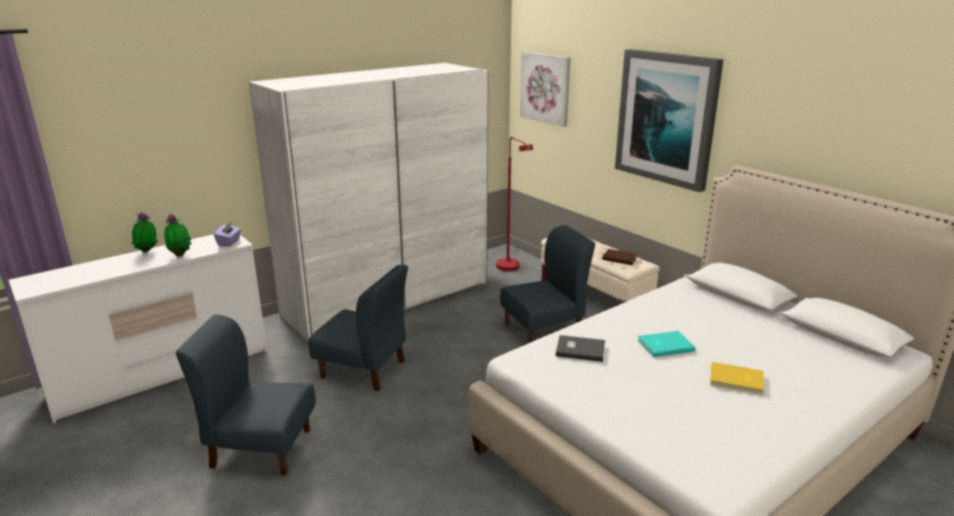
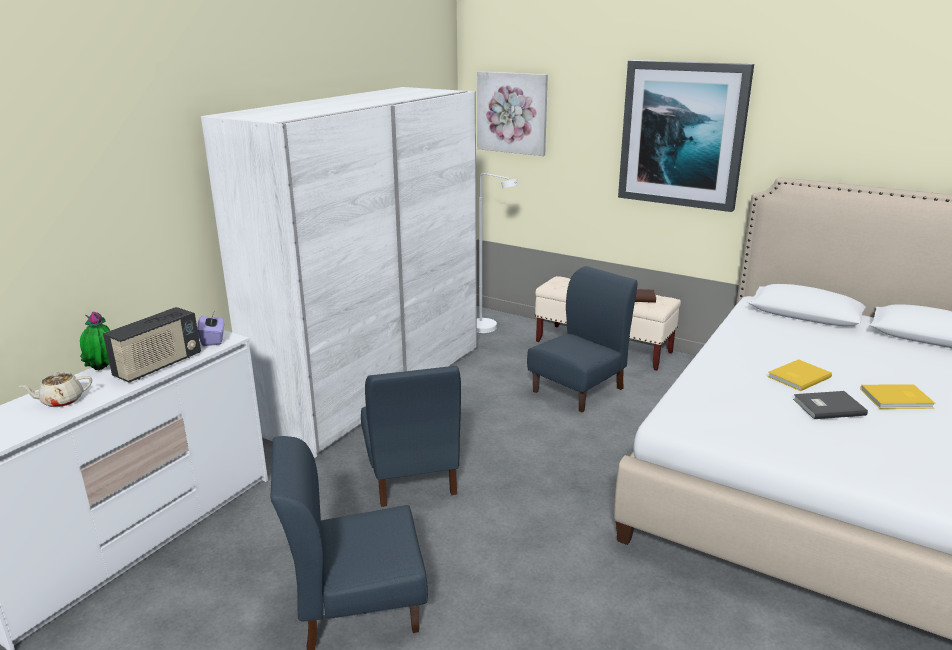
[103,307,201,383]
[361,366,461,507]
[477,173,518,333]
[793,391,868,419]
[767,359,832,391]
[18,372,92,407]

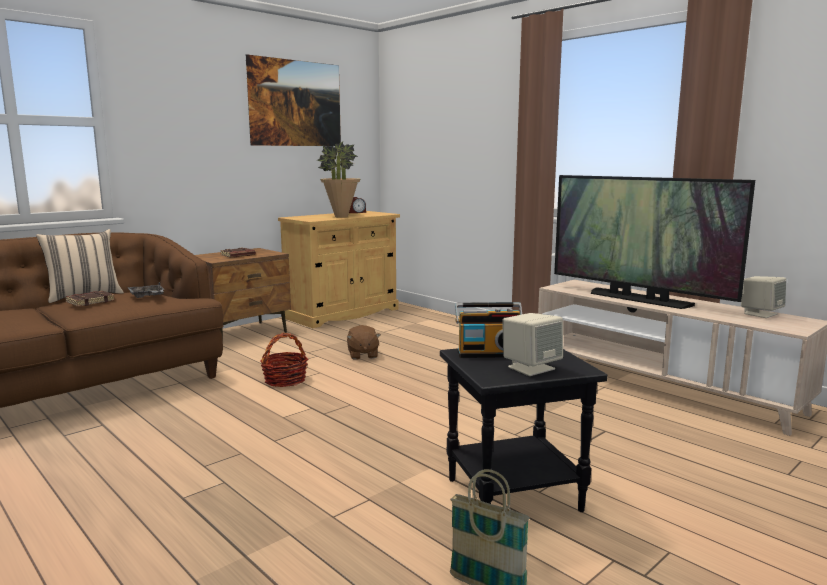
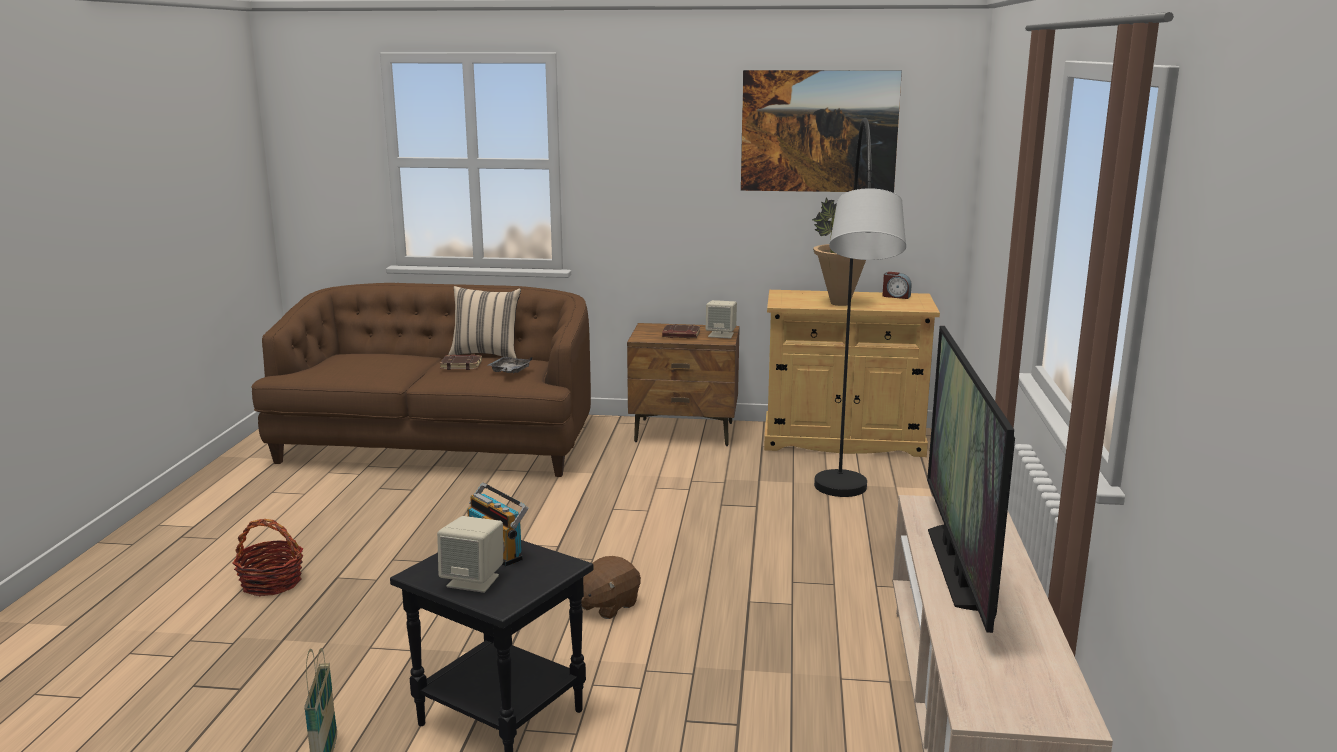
[233,519,303,596]
[581,556,641,619]
[705,300,737,338]
[814,118,906,497]

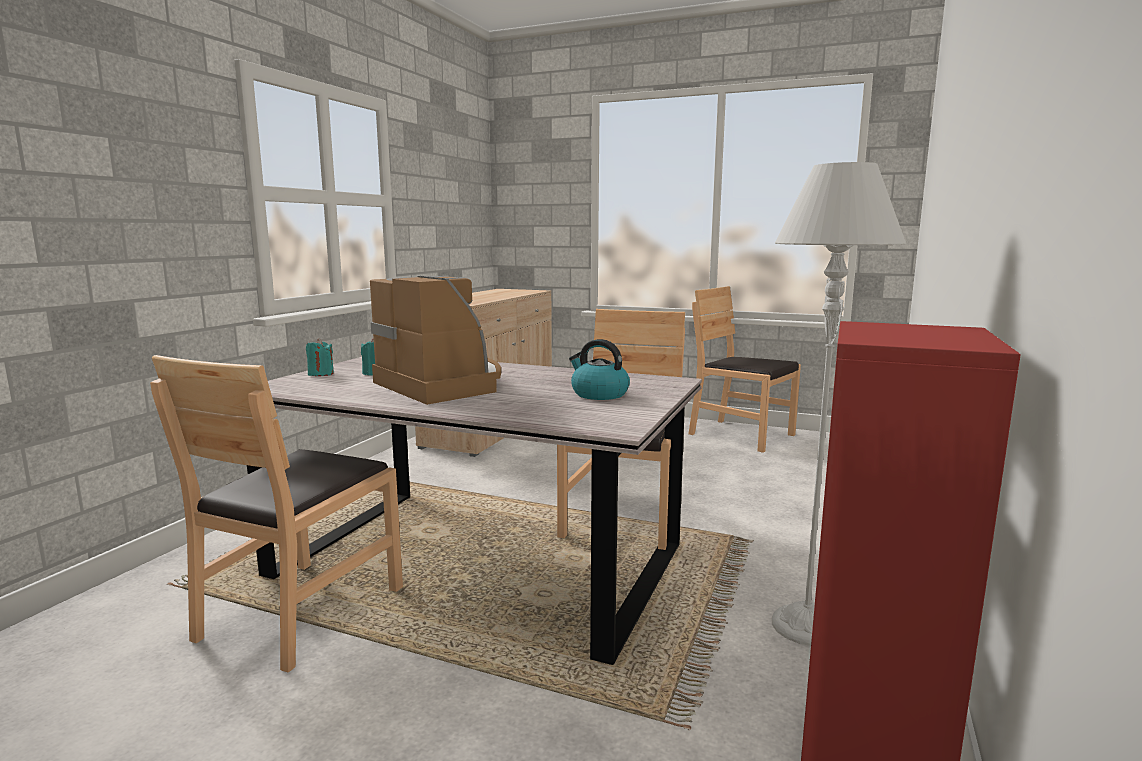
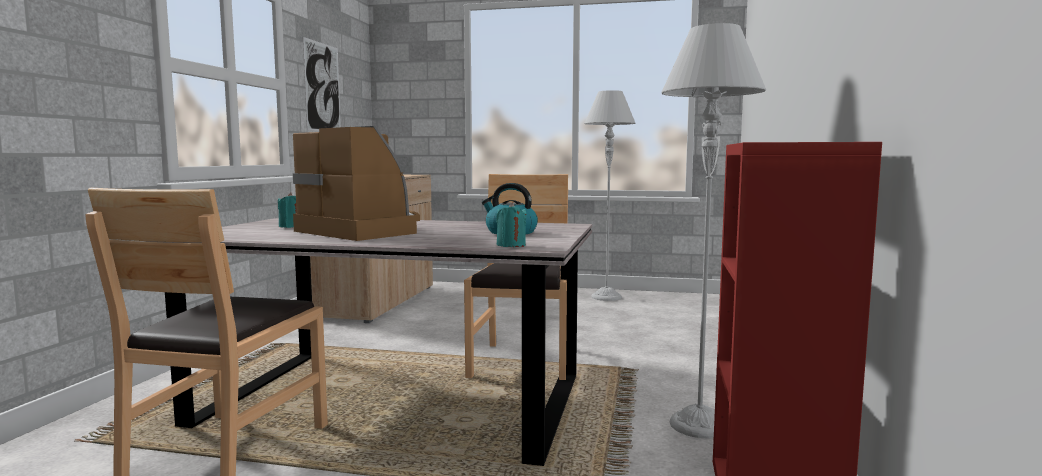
[496,203,527,247]
[584,90,635,301]
[303,37,341,131]

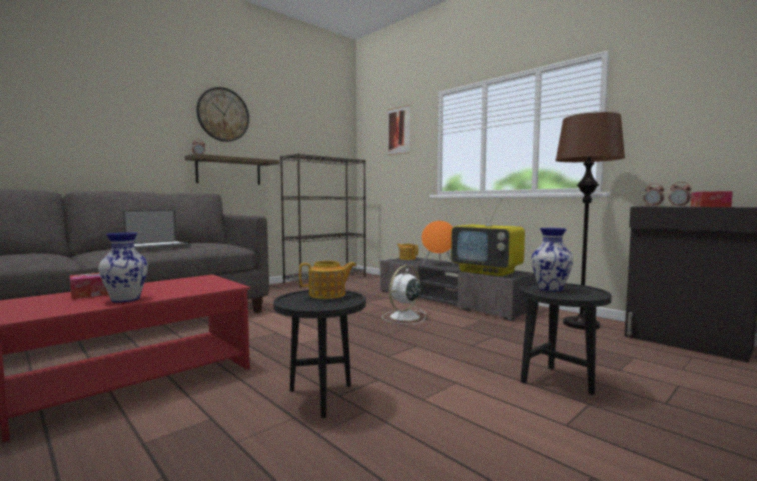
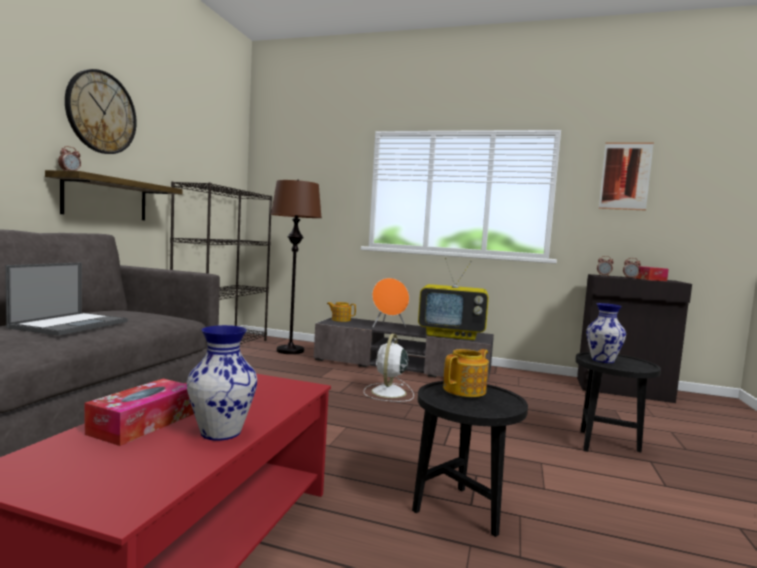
[599,143,654,210]
[271,180,322,354]

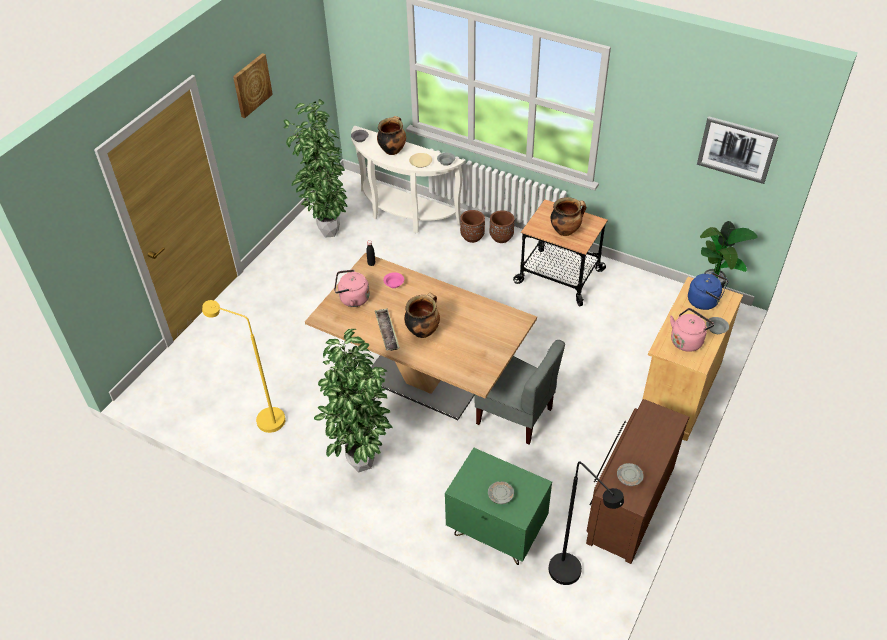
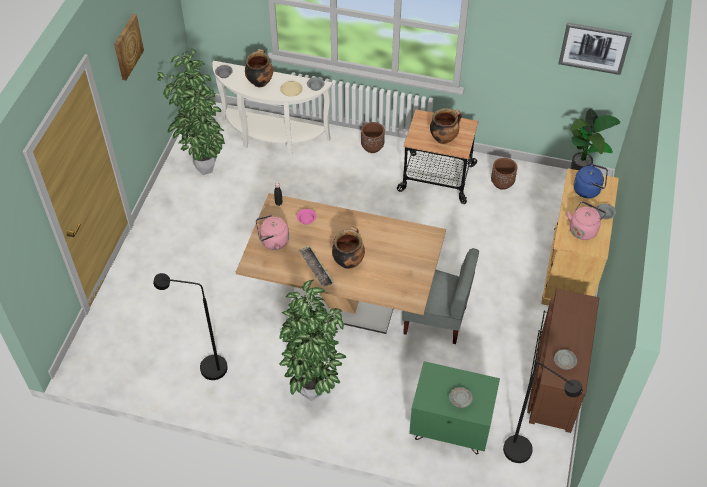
[153,273,228,380]
[491,158,517,190]

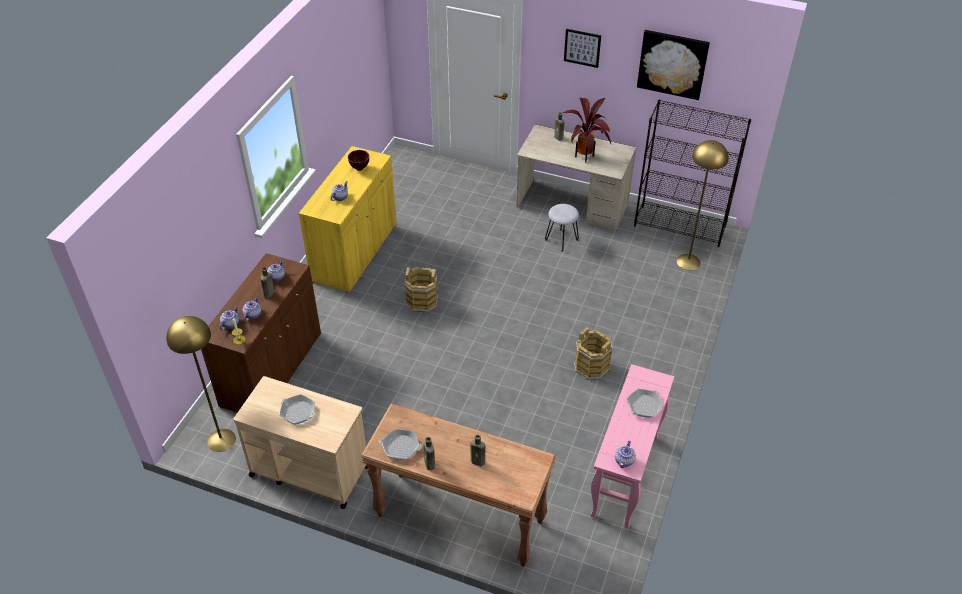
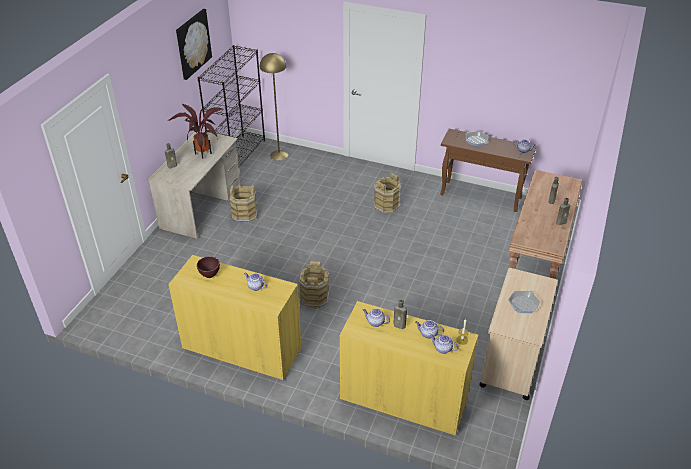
[166,316,236,452] (first image)
[339,301,478,436]
[379,429,422,460] (first image)
[230,185,258,222]
[564,29,601,68] (first image)
[440,129,536,212]

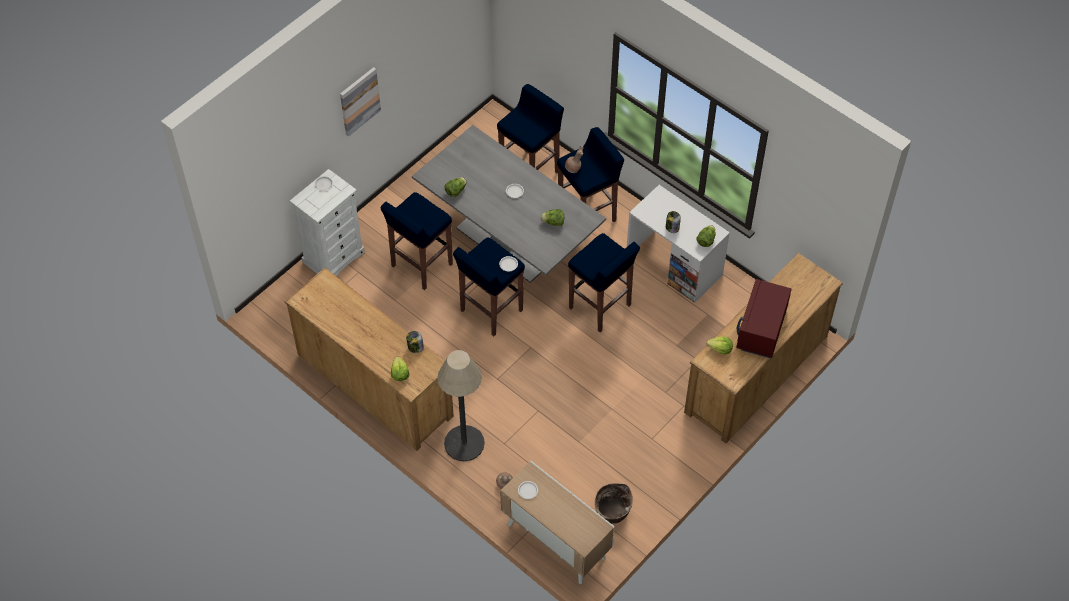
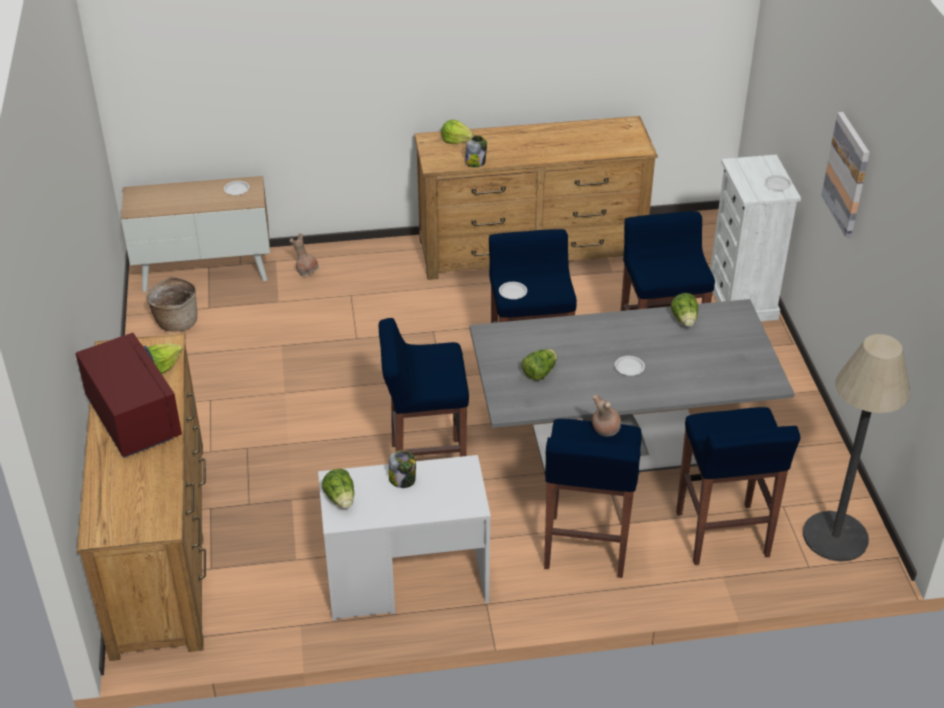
[803,334,910,562]

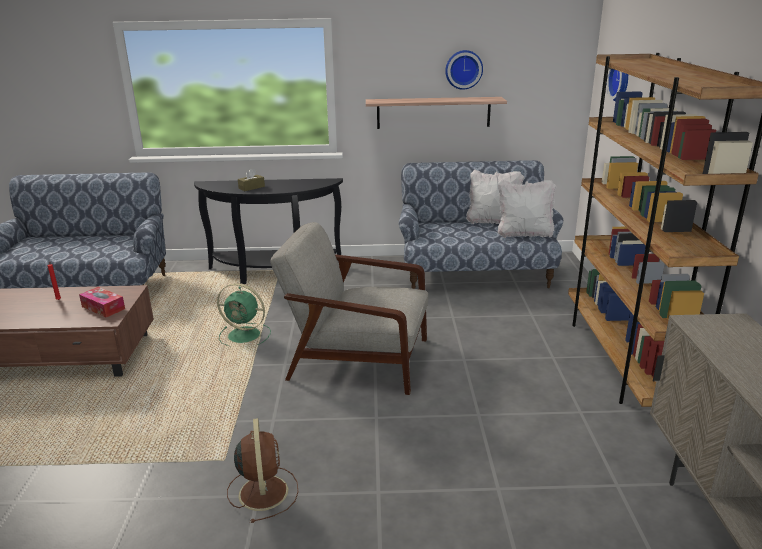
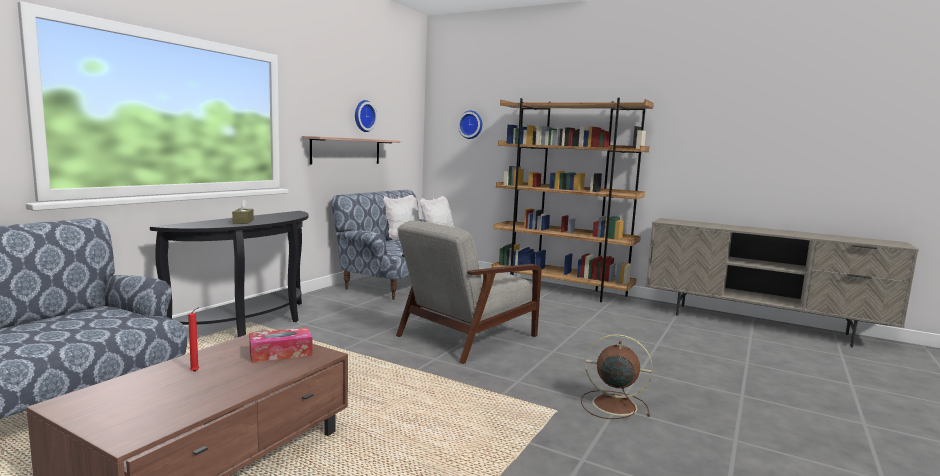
[217,283,271,346] (first image)

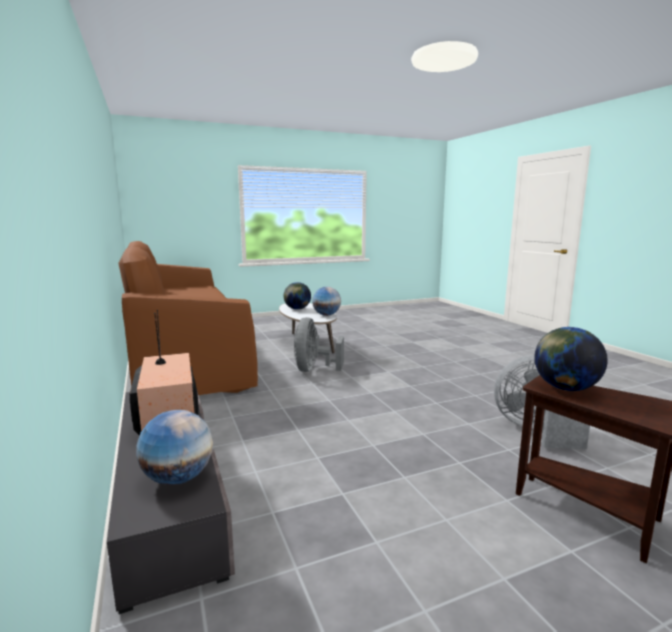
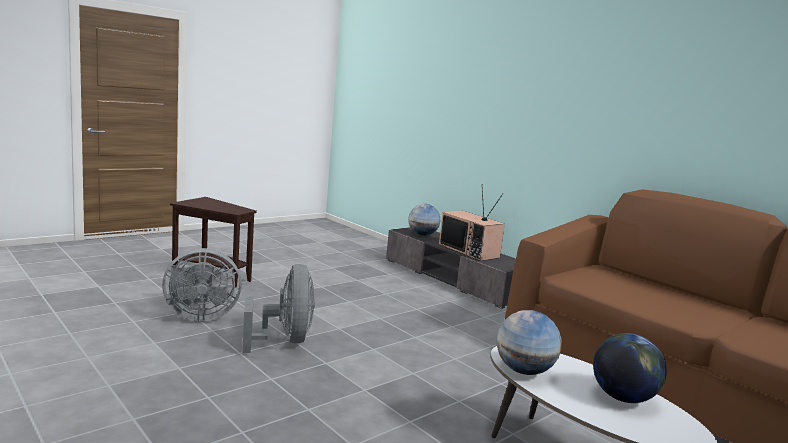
[242,264,315,353]
[534,327,607,391] (first image)

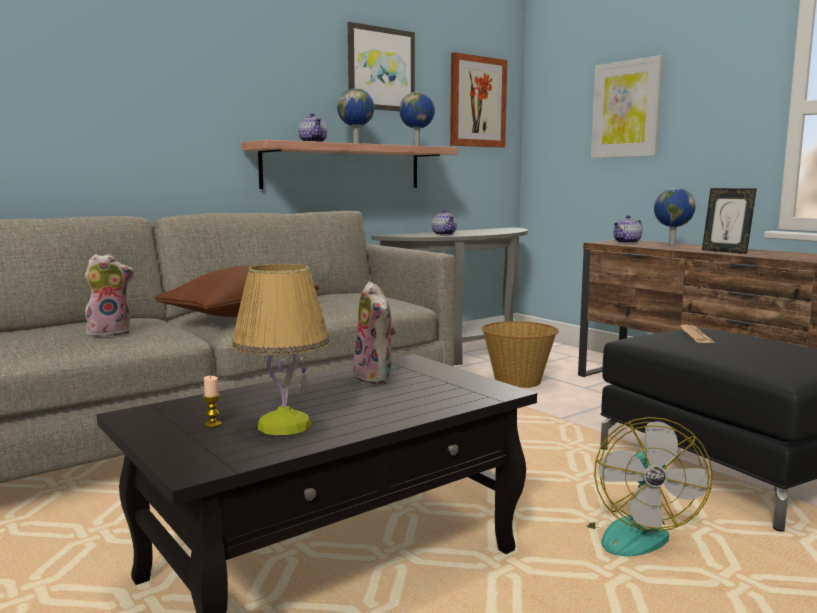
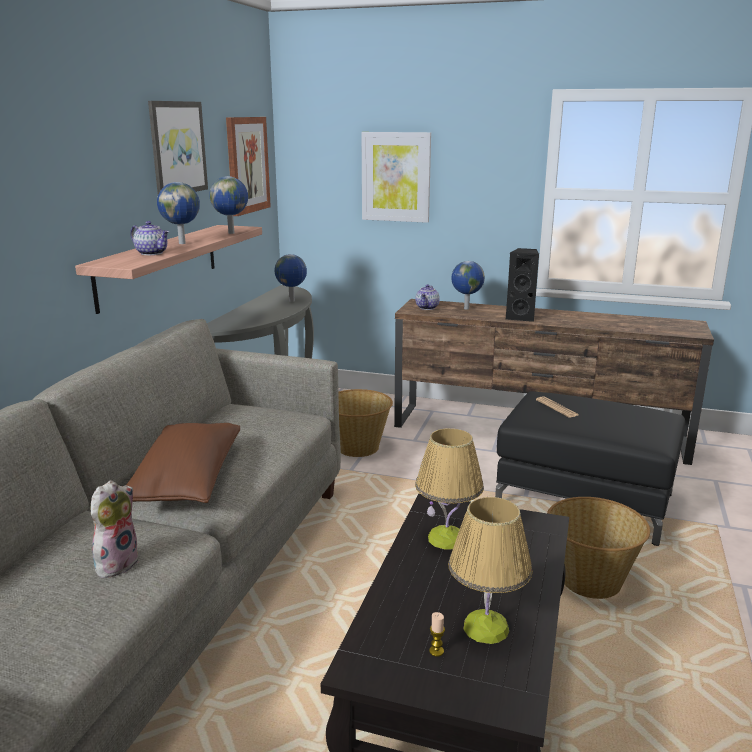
[415,428,484,550]
[432,209,457,235] (first image)
[547,497,650,599]
[506,248,539,322]
[275,254,307,302]

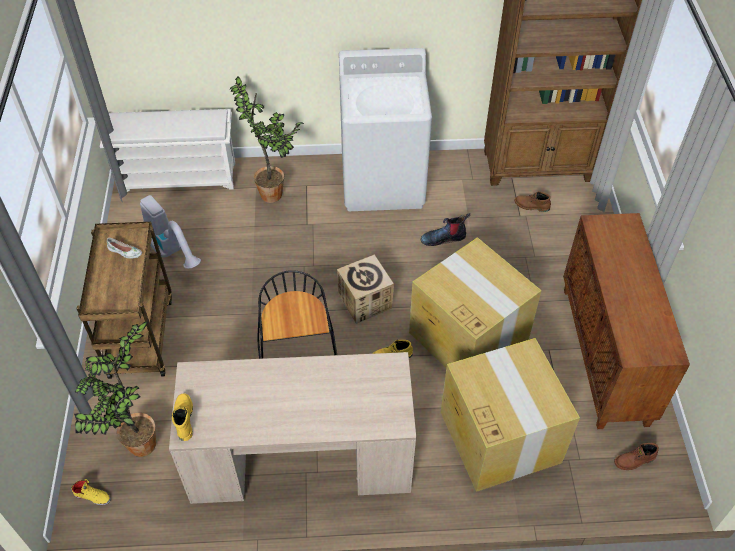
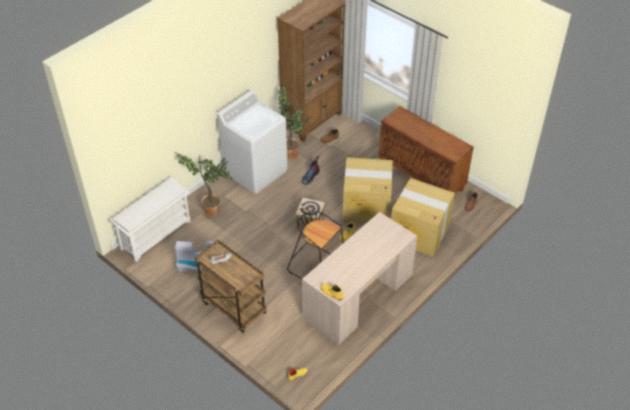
[278,86,312,159]

